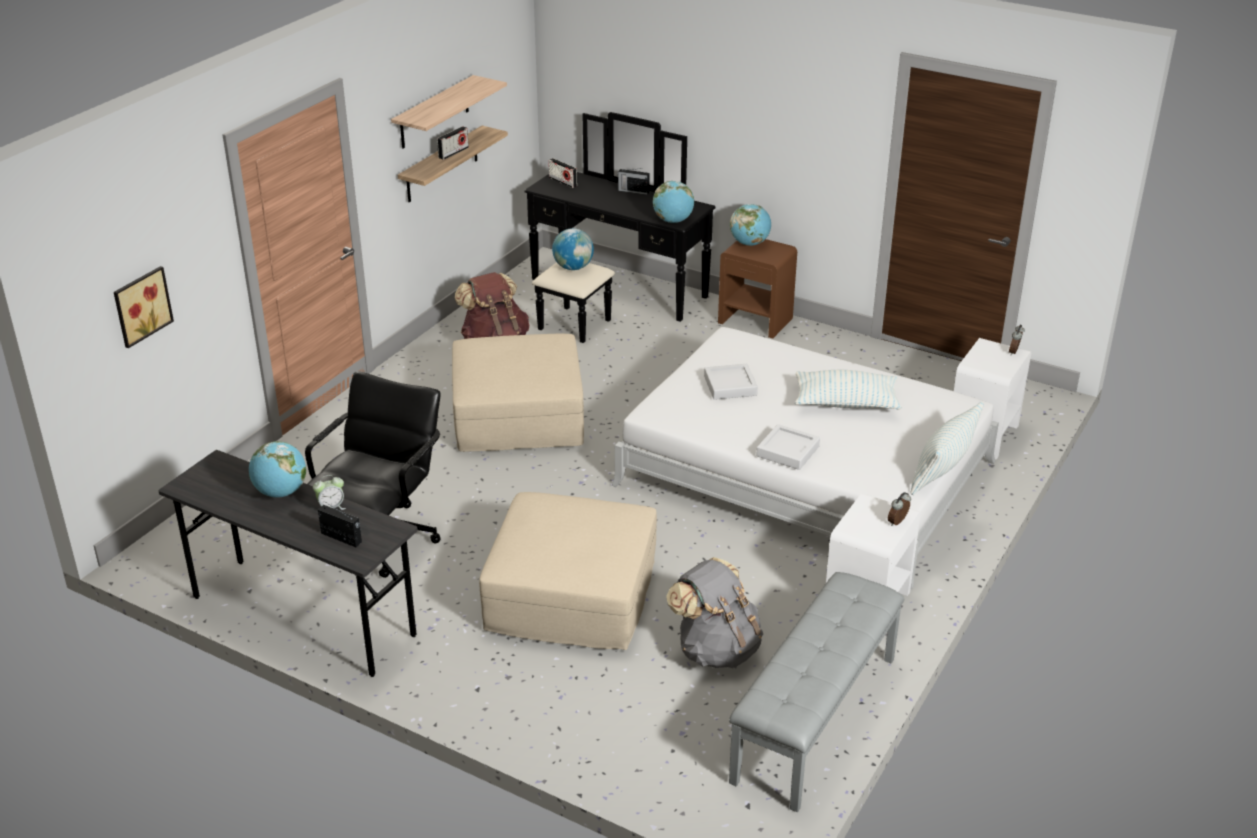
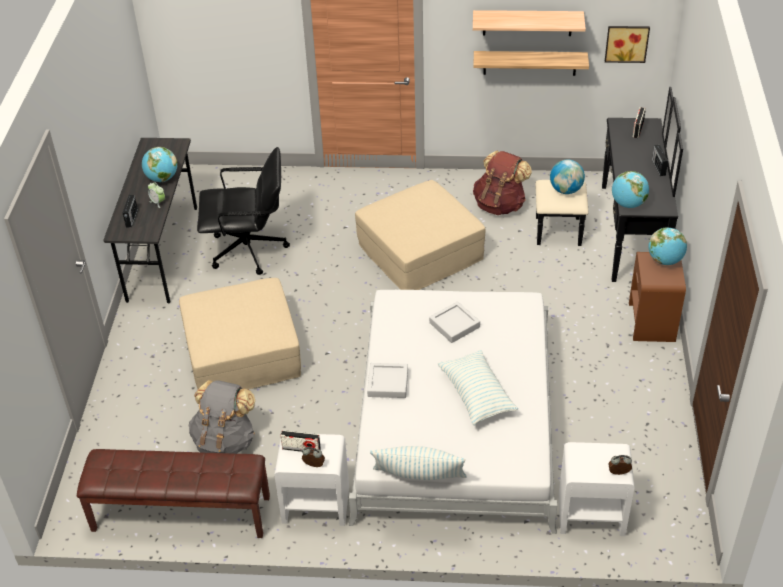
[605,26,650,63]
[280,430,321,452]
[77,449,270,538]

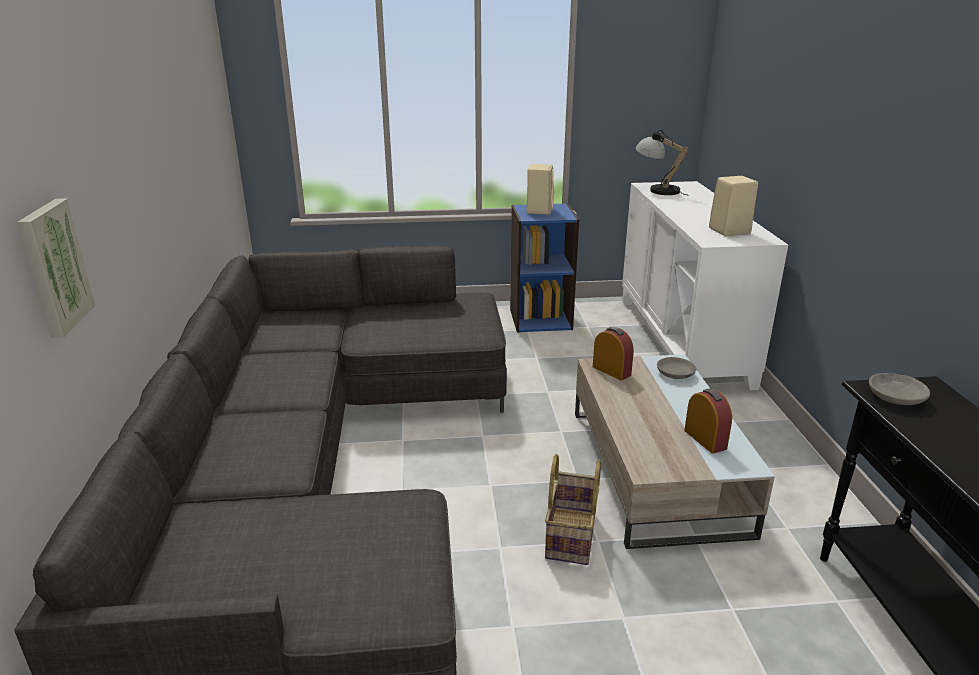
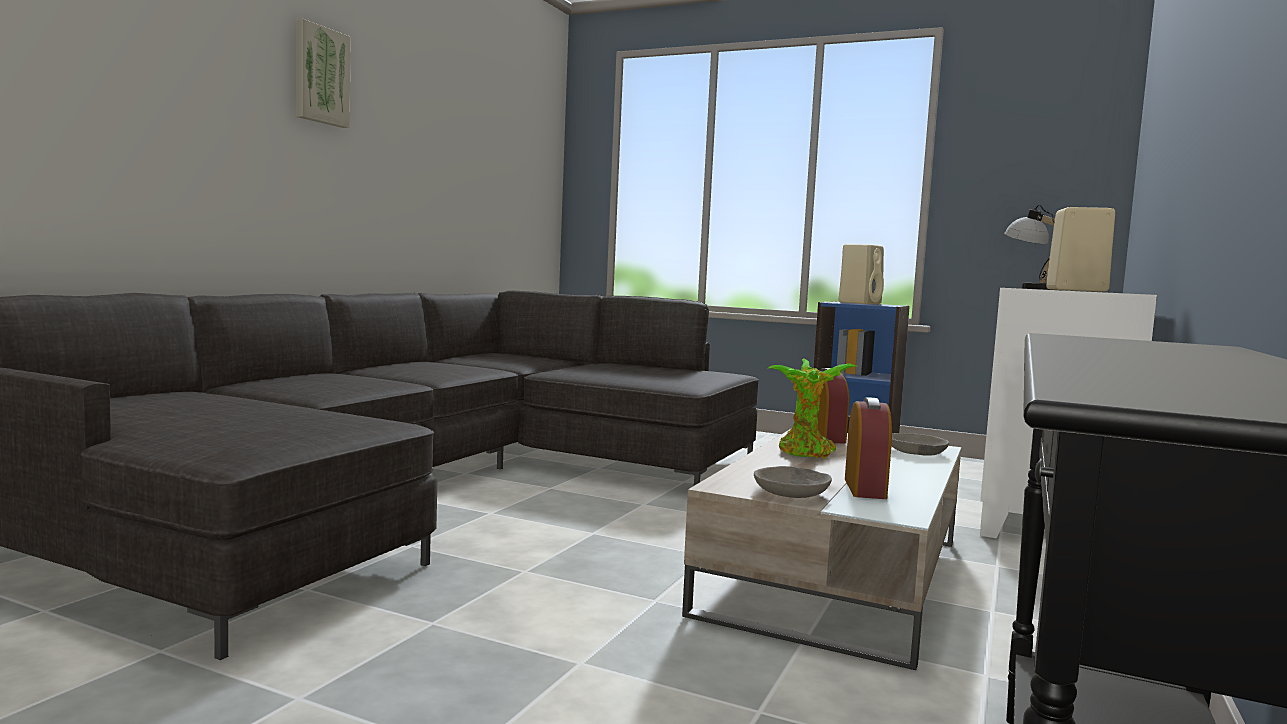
[296,19,350,128]
[545,454,601,565] (first image)
[754,466,832,498]
[767,359,856,459]

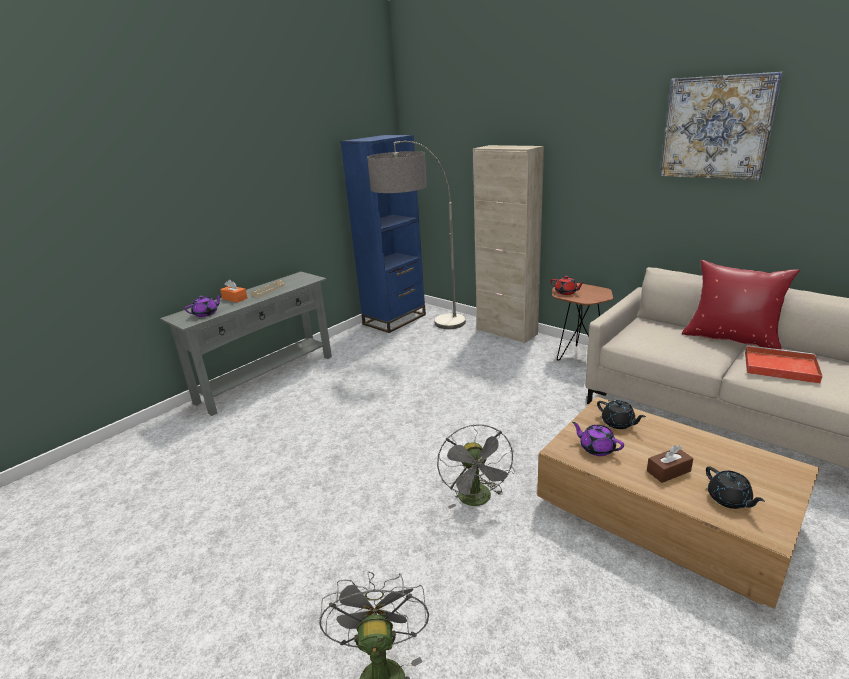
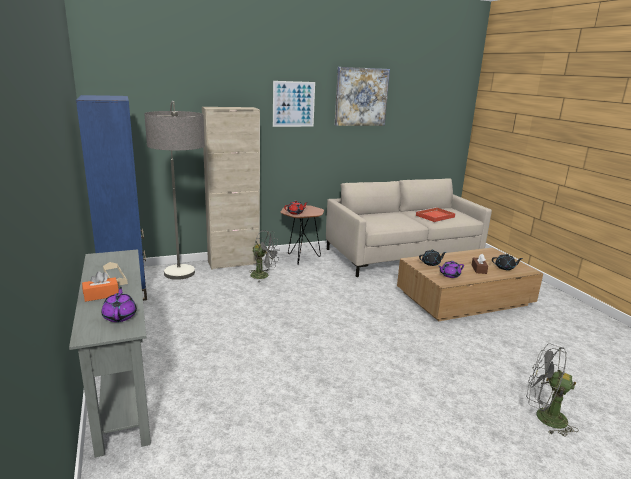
[248,230,279,283]
[682,260,800,350] (first image)
[273,81,315,127]

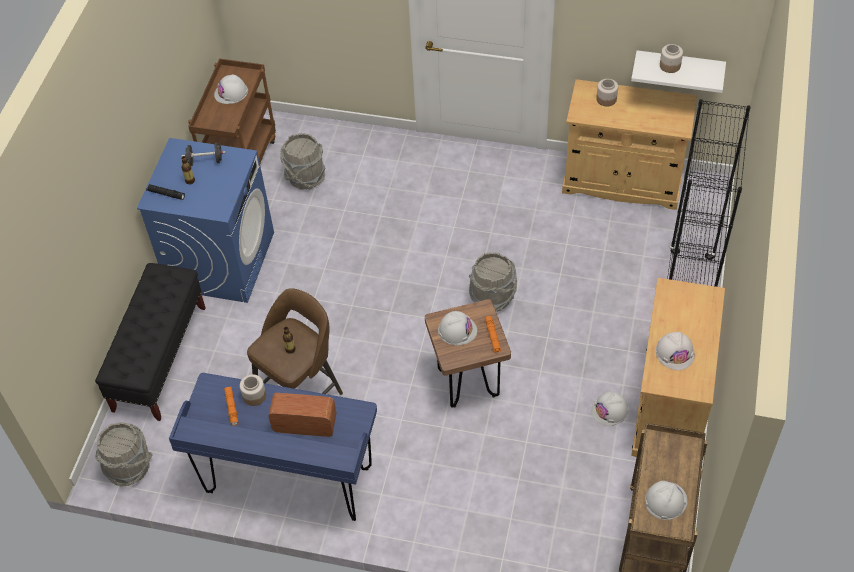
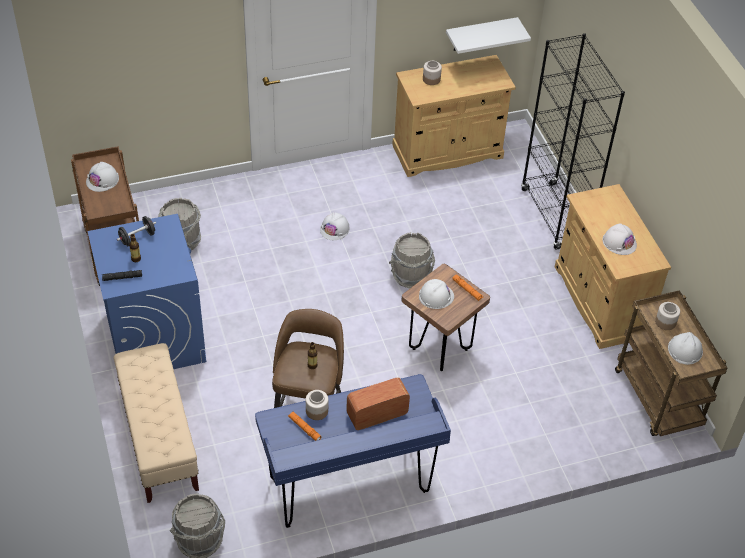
[114,343,199,503]
[320,212,350,240]
[655,302,680,330]

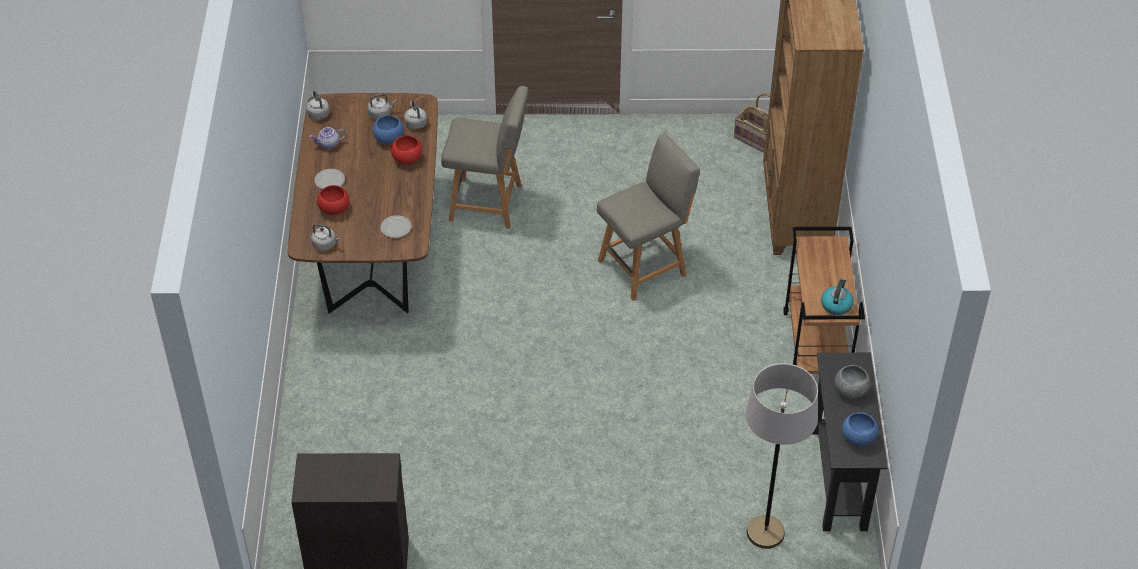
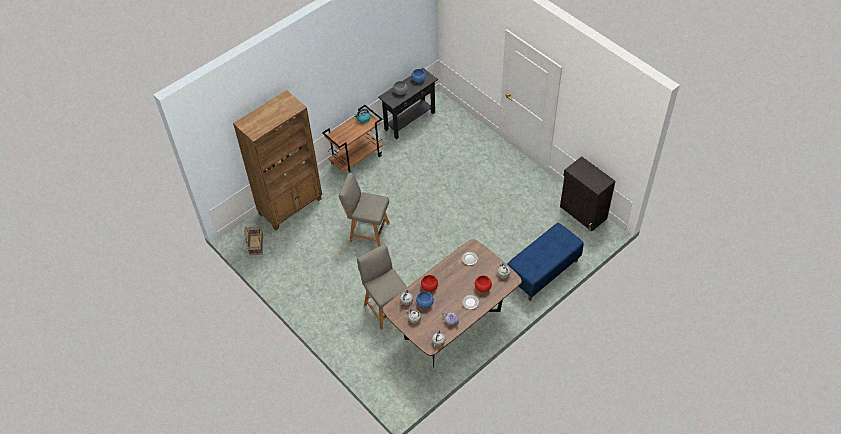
[746,363,818,549] (first image)
[507,223,584,301]

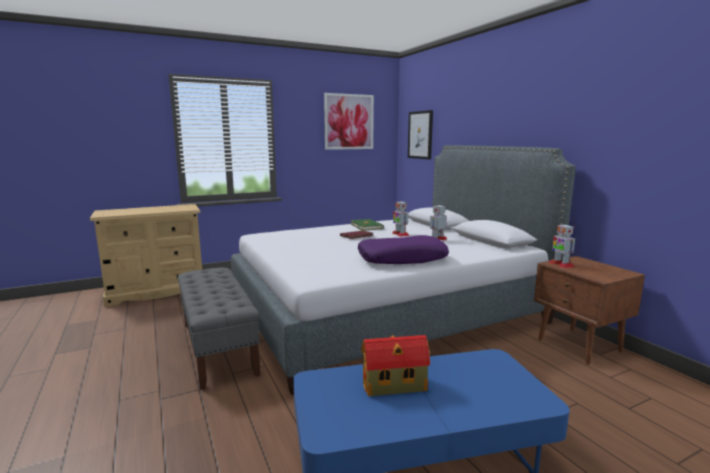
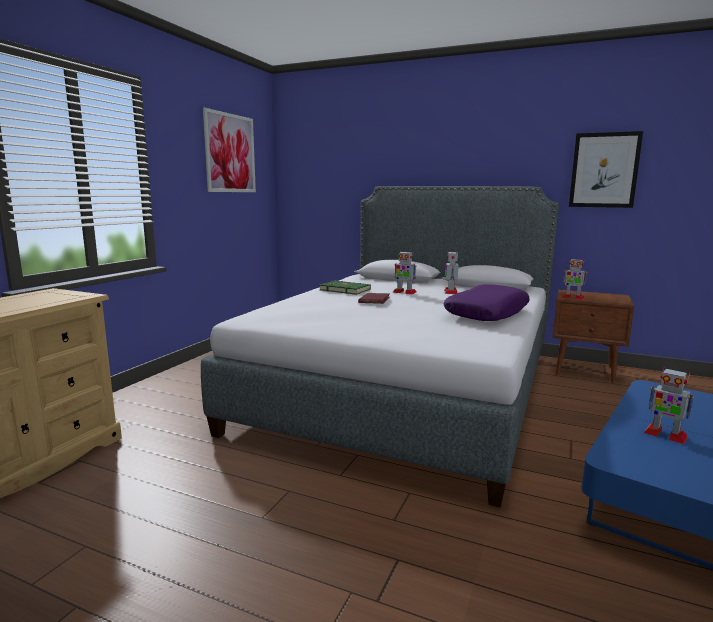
[178,268,260,390] (first image)
[644,367,694,444]
[569,131,643,208]

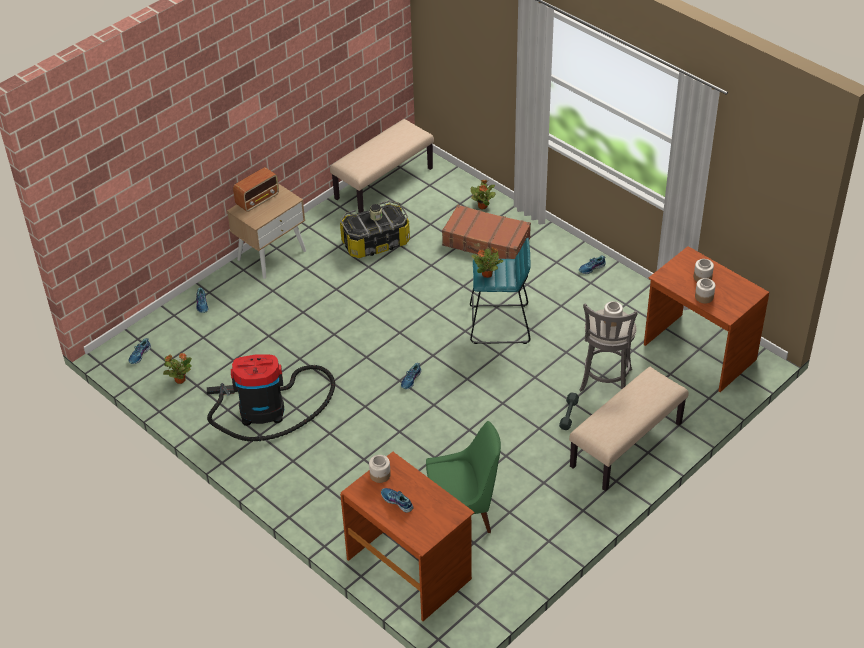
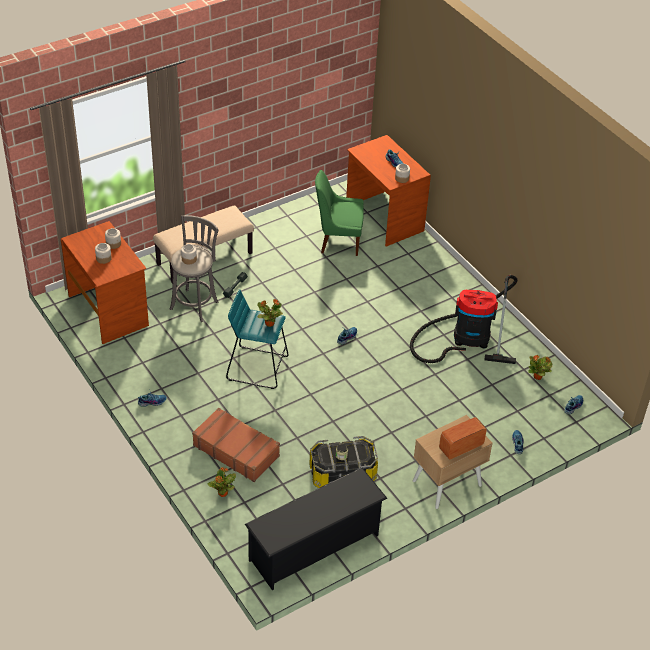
[245,468,387,590]

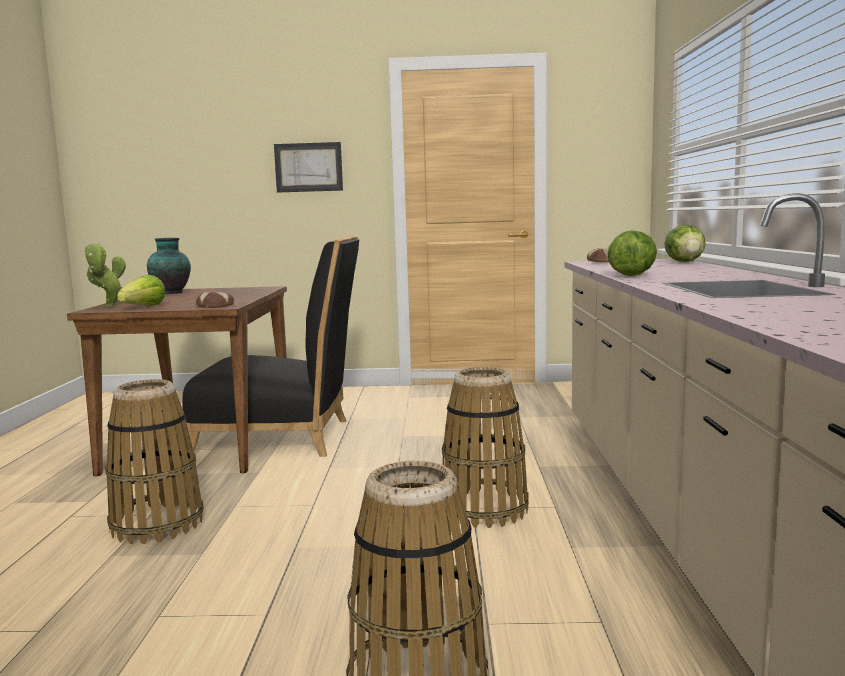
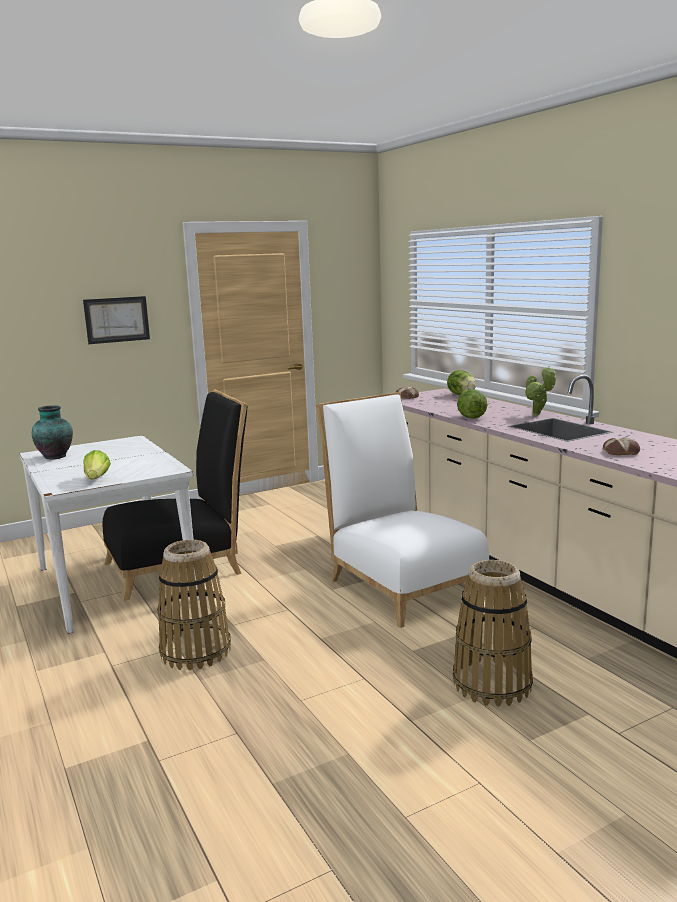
[19,435,199,634]
[525,366,556,416]
[603,438,640,455]
[316,392,489,628]

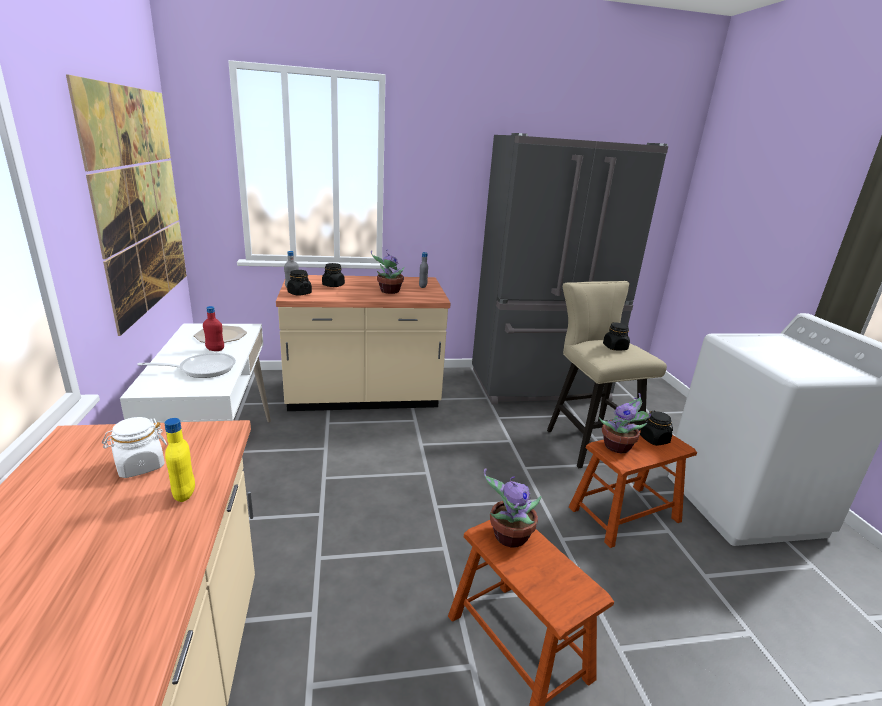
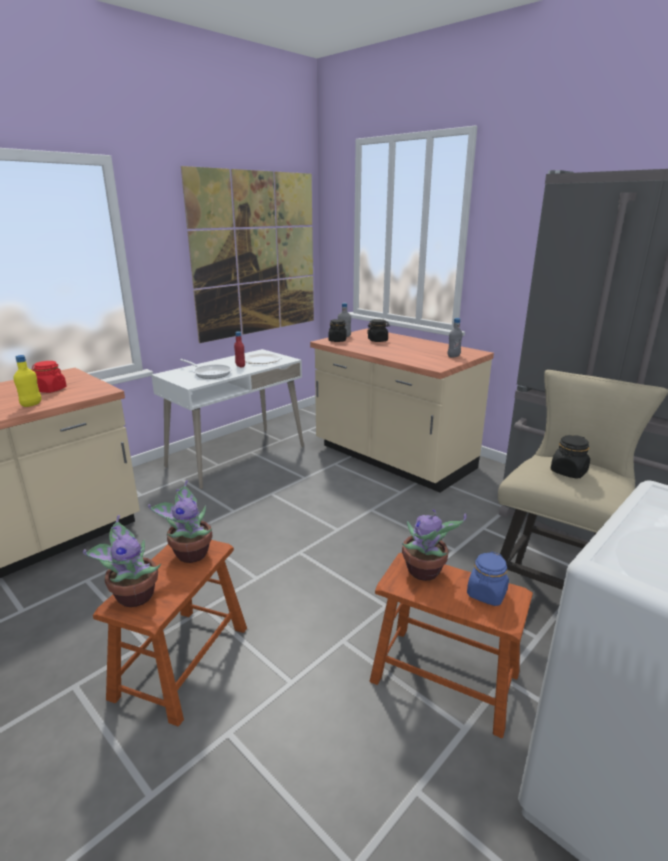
[32,361,67,393]
[83,515,161,607]
[467,552,509,606]

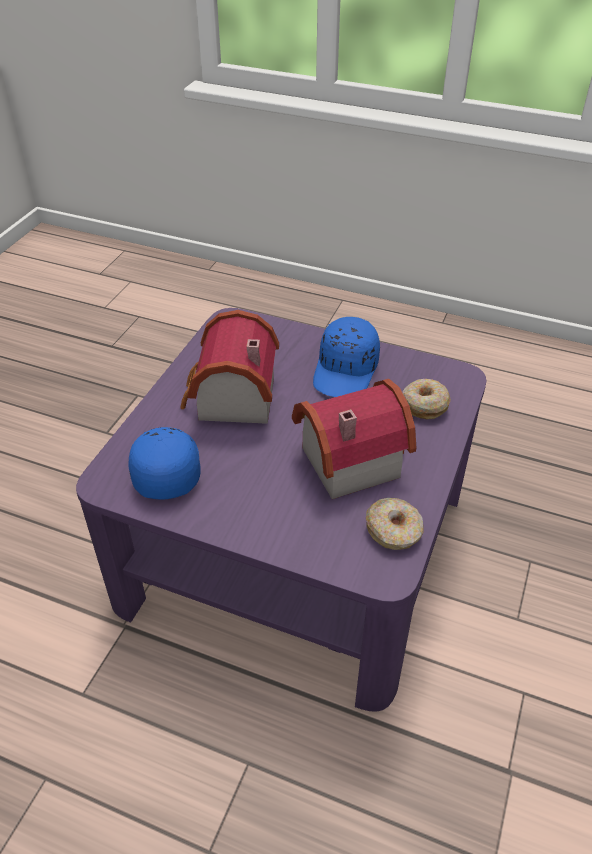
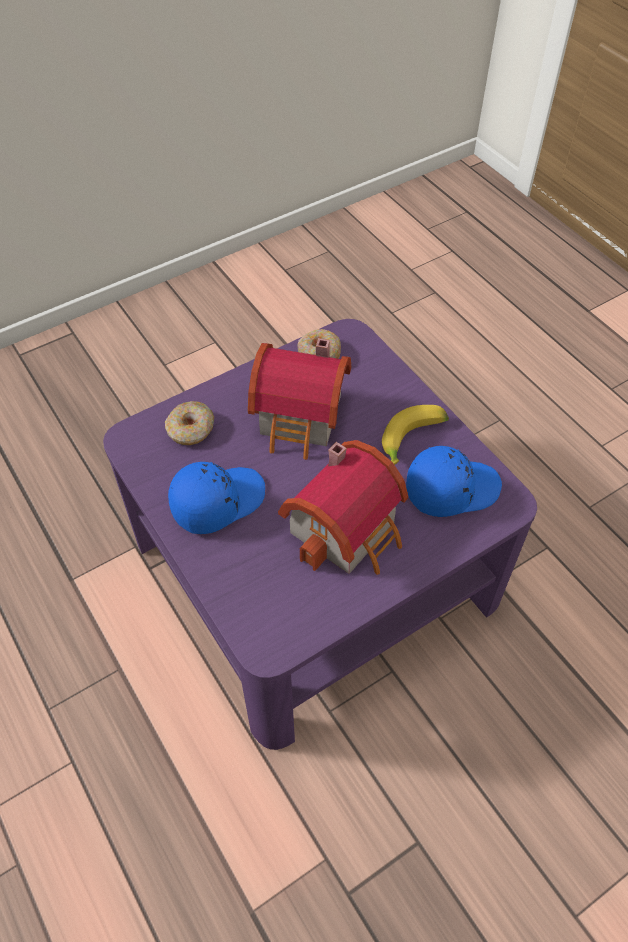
[406,446,502,517]
[382,405,449,465]

